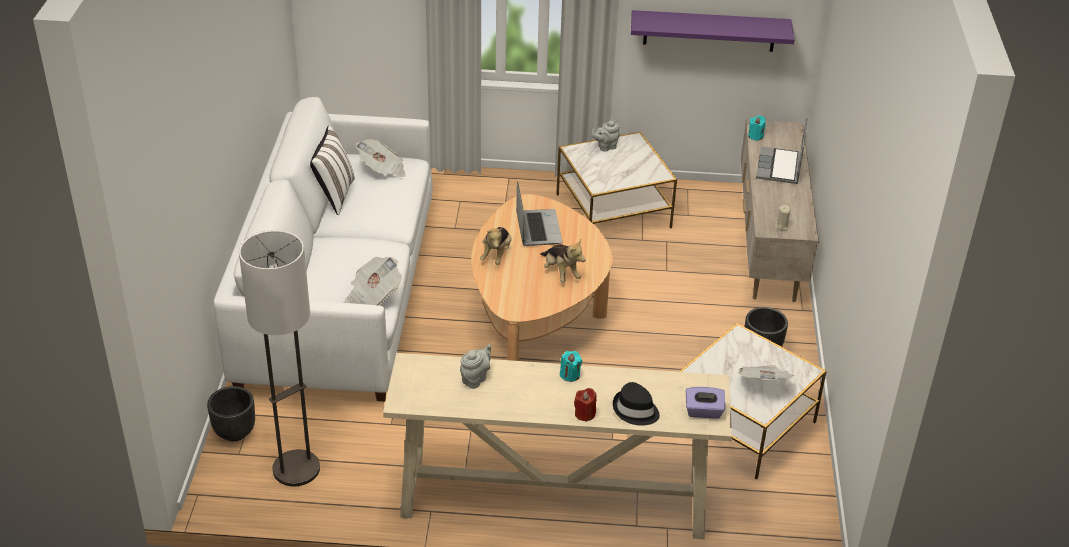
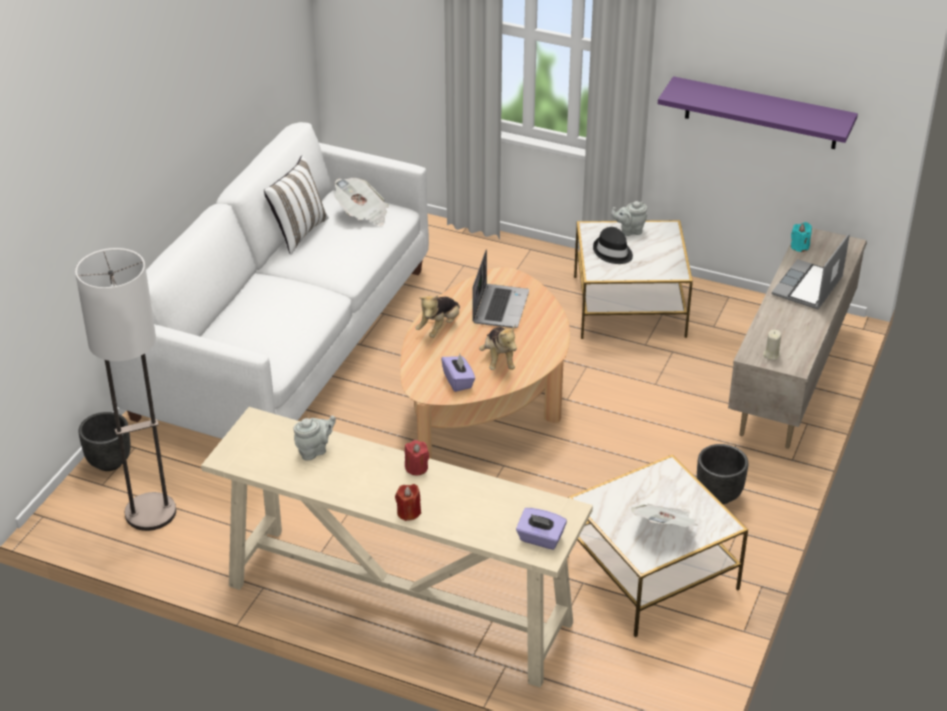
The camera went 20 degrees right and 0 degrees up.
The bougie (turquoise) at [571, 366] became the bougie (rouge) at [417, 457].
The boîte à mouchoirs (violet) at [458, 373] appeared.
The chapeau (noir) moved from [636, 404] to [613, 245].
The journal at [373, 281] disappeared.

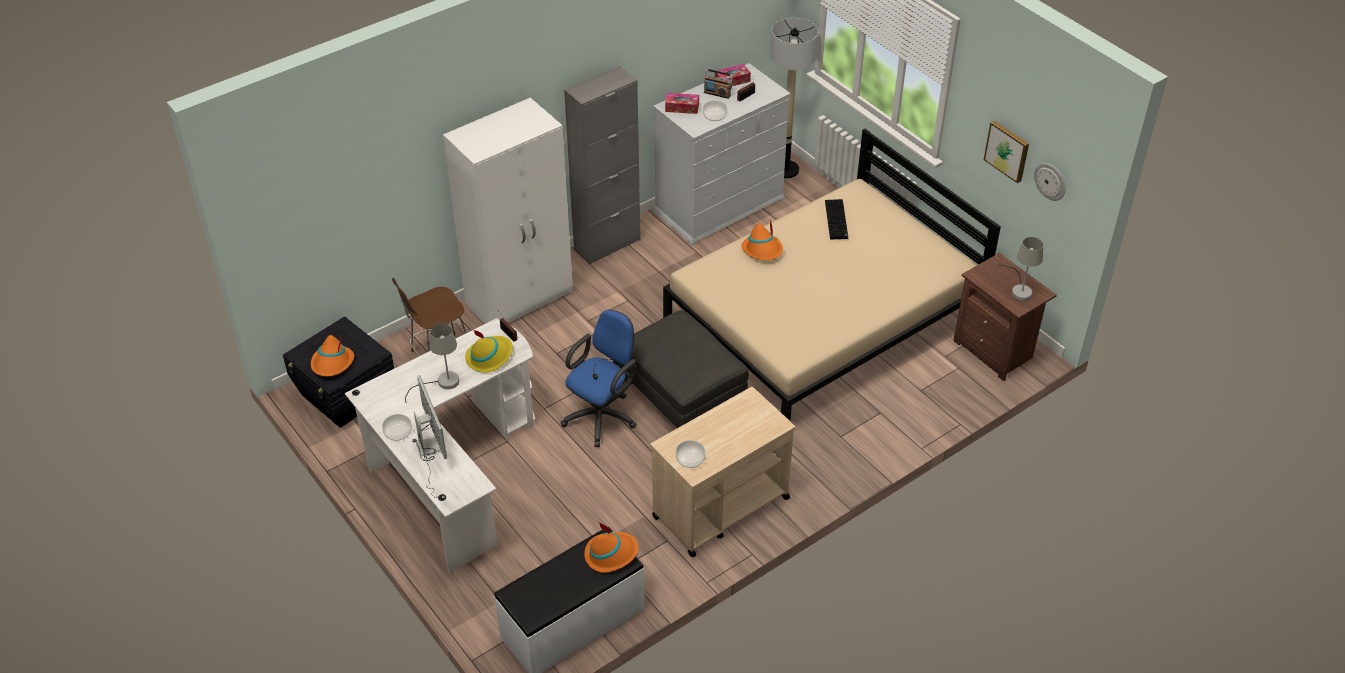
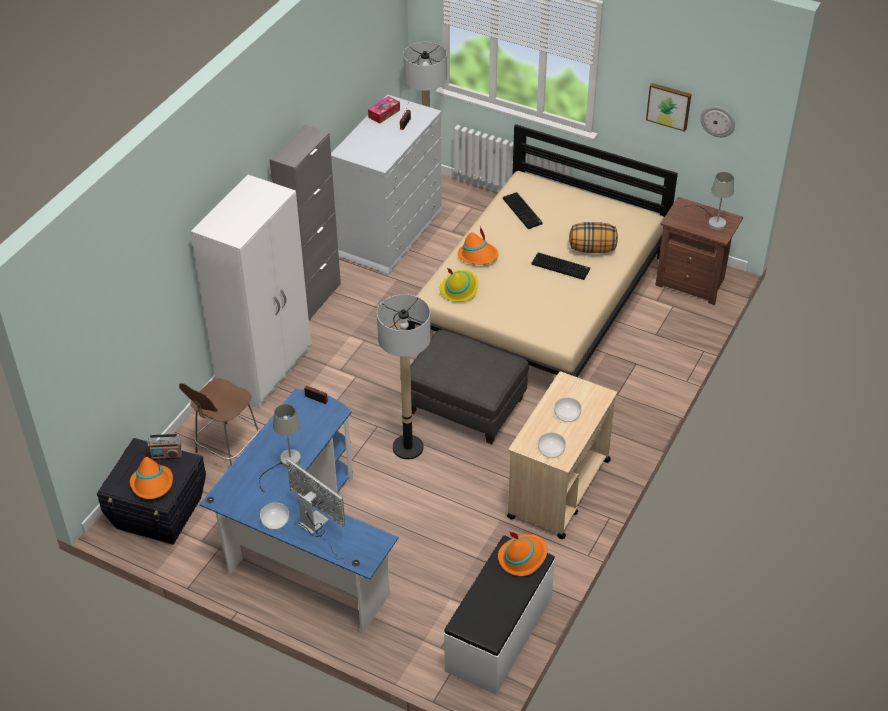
The camera went 25 degrees left and 0 degrees up.
The radio moved from [718, 84] to [164, 447].
The bureau (blanc) at [440, 445] became the bureau (bleu) at [299, 511].
The chaise de bureau (bleu) at [598, 378] was replaced by the lampadaire at [404, 376].
The chapeau (jaune) moved from [489, 351] to [459, 285].
The clavier at [561, 266] appeared.
The bol moved from [715, 111] to [568, 409].
The coussin at [593, 237] appeared.
The boîte à mouchoirs at [682, 103] disappeared.

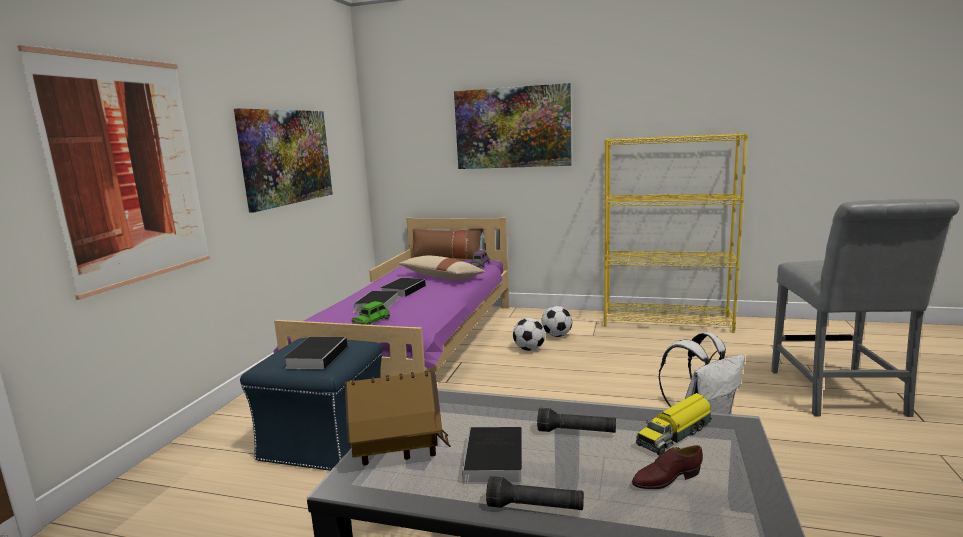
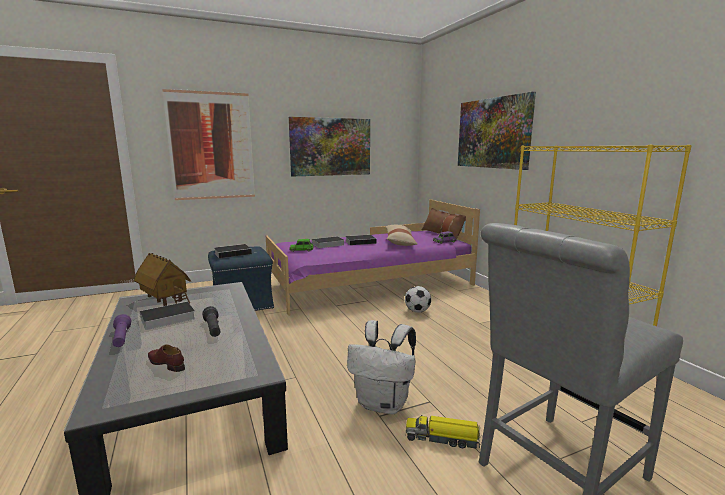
The camera went 50 degrees right and 0 degrees up.
The lampe de poche (noir) at [535, 493] became the lampe de poche (violet) at [121, 330].
The camion jouet moved from [674, 424] to [444, 431].
The ballon de foot at [556, 321] disappeared.

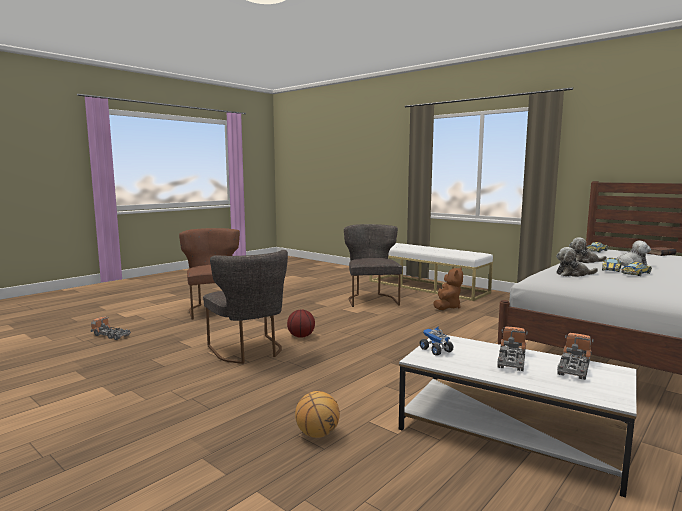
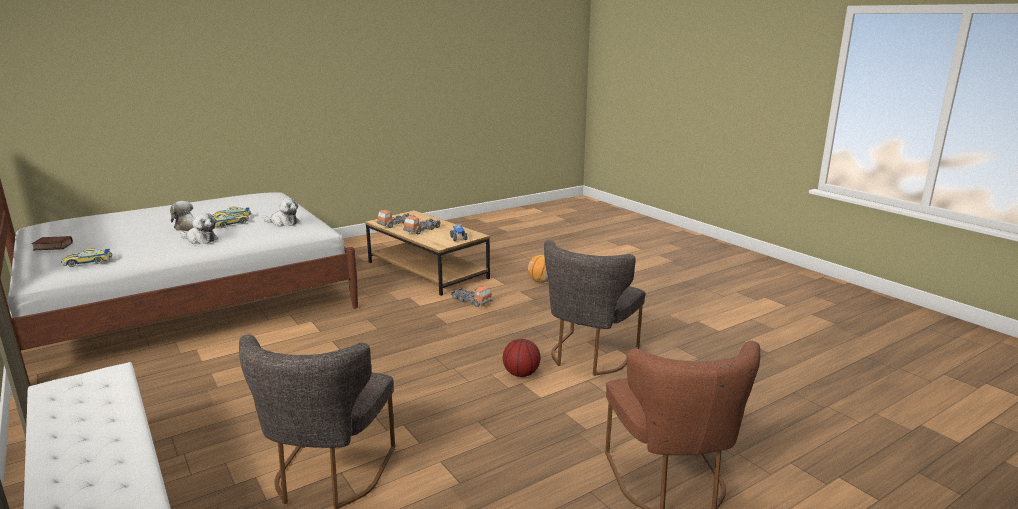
The camera went 165 degrees left and 10 degrees up.
The table basse (blanc) at [518, 416] became the table basse (marron) at [427, 253].
The camion jouet moved from [111, 328] to [472, 296].
The chaise (gris) at [245, 307] turned 135 degrees counterclockwise.
The peluche (marron) at [448, 288] disappeared.

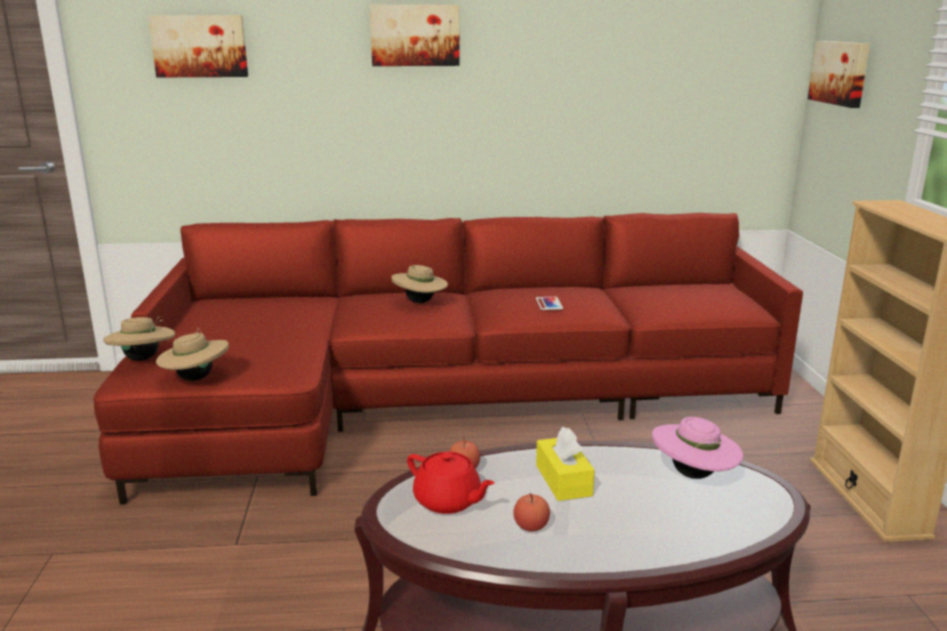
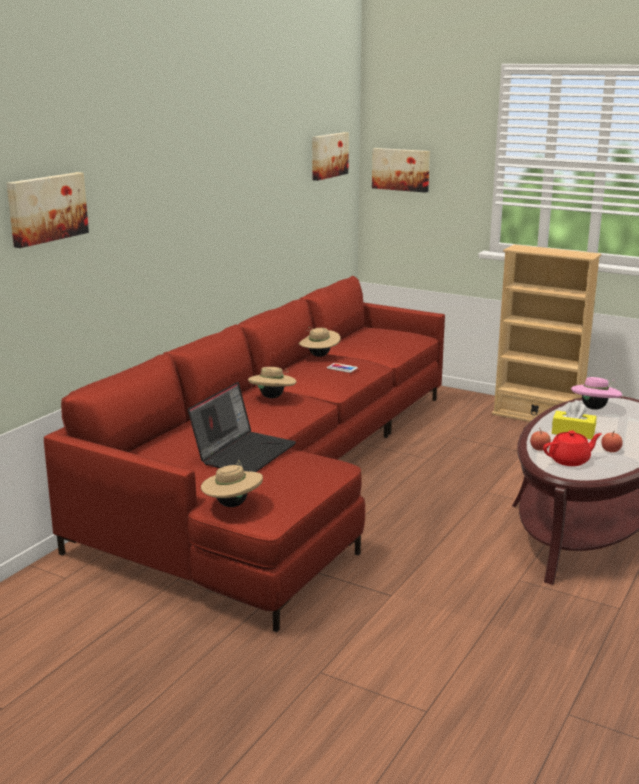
The camera went 55 degrees left and 0 degrees up.
The ordinateur portable at [242, 427] appeared.
The chapeau (beige) moved from [192, 354] to [319, 342].
The tableau moved from [415, 35] to [330, 156].

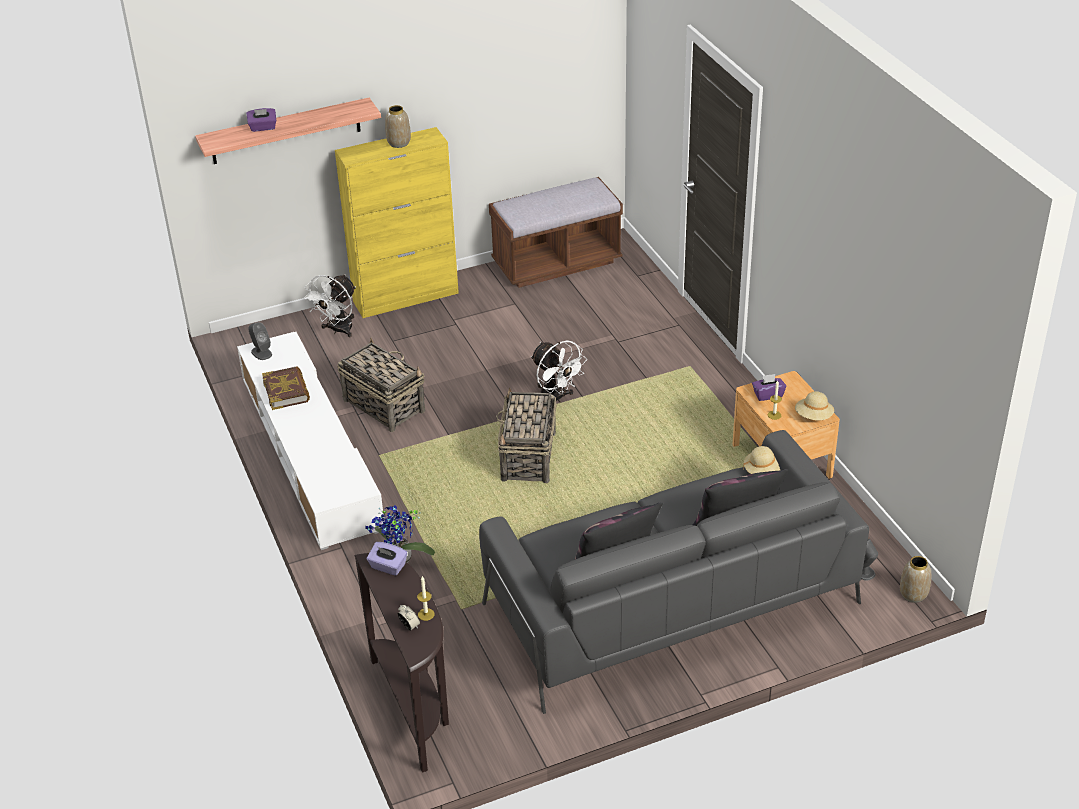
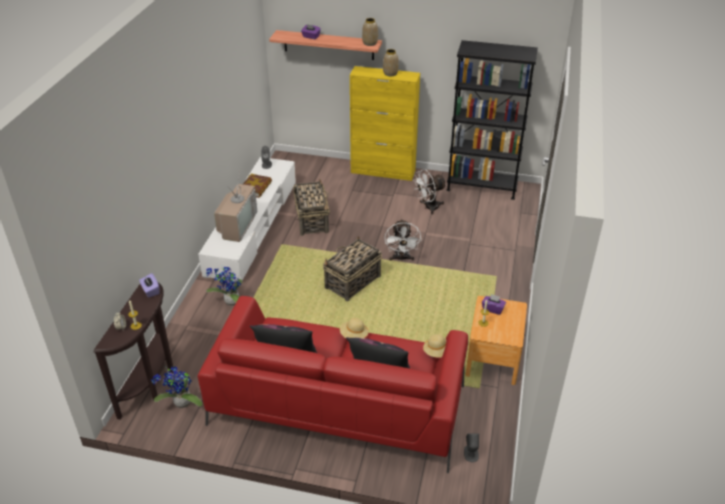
The camera went 35 degrees right and 0 degrees up.
The plante en pot at [177, 387] appeared.
The canapé (gris) at [674, 572] became the canapé (rouge) at [333, 384].
The téléviseur at [235, 206] appeared.
The chapeau (beige) moved from [814, 405] to [354, 328].
The vase moved from [915, 579] to [370, 32].
The ventilateur (blanc) moved from [329, 306] to [430, 191].
The banc (marron) at [556, 232] was replaced by the bibliothèque (noir) at [492, 120].

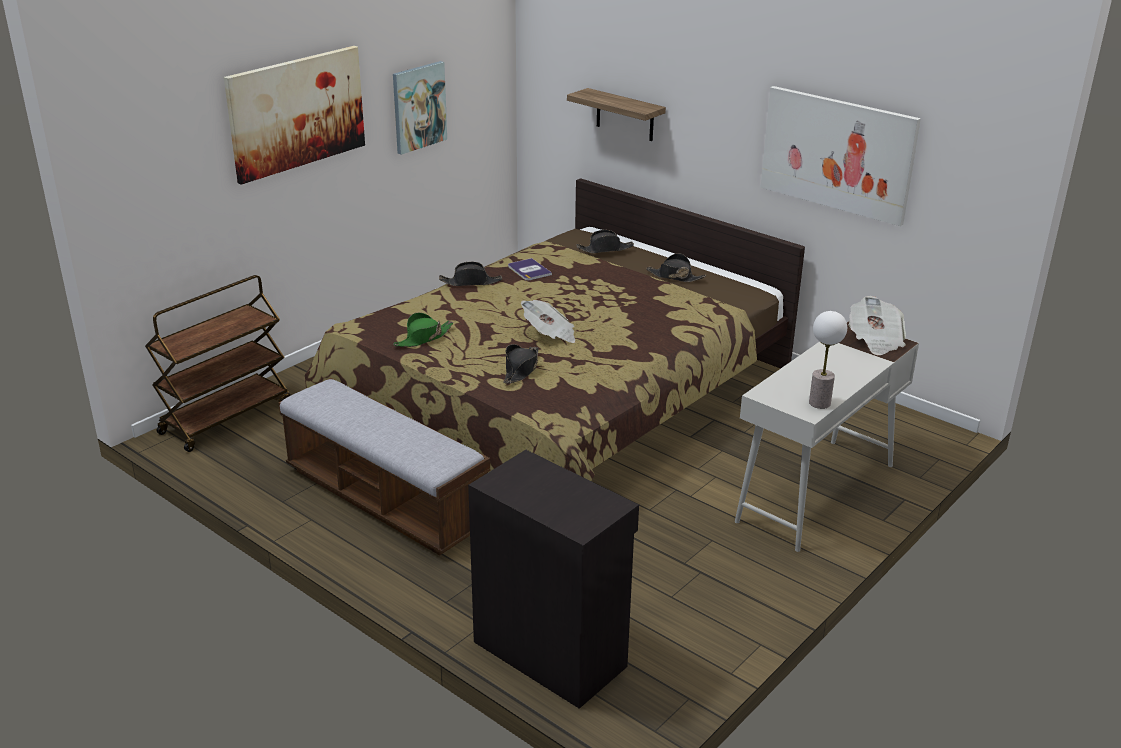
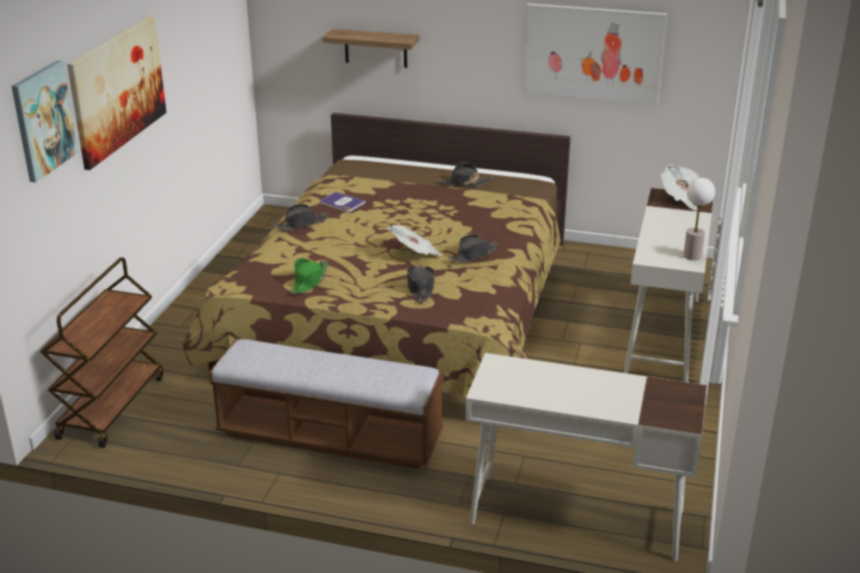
The camera went 25 degrees left and 0 degrees up.
The tableau moved from [420, 108] to [45, 121].
The chapeau (noir) moved from [605, 241] to [473, 248].
The meuble de rangement (noir) at [553, 579] was replaced by the bureau (blanc) at [586, 457].

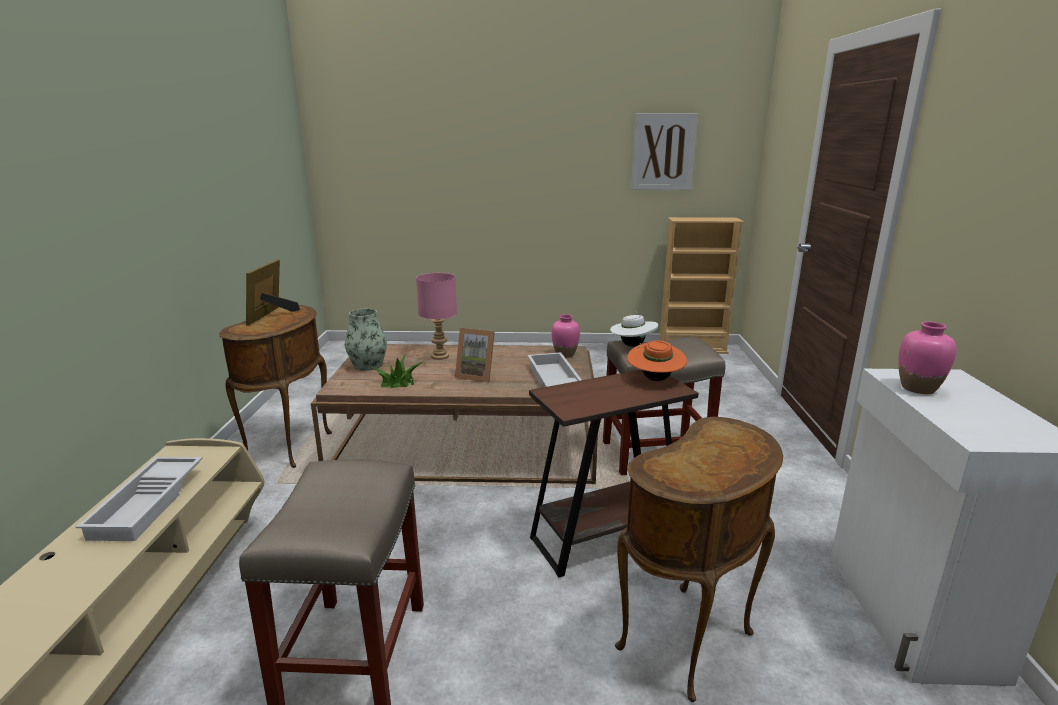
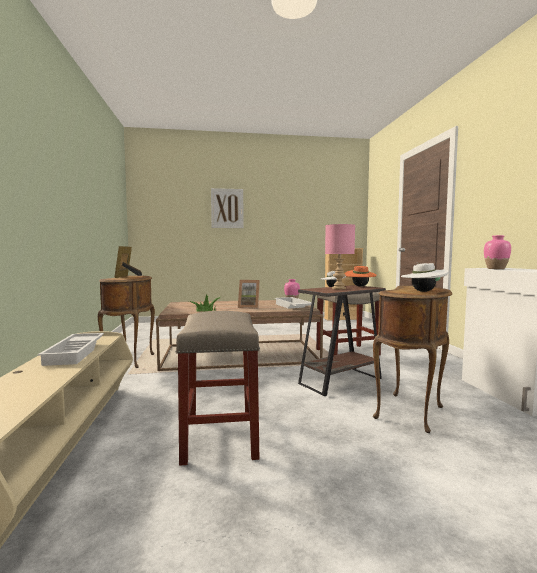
The camera went 10 degrees left and 15 degrees down.
The tableau moved from [664, 151] to [227, 208].
The lampe de table (rose) moved from [436, 316] to [340, 256].
The chapeau (blanc) at [424, 277] appeared.
The vase at [366, 340] disappeared.

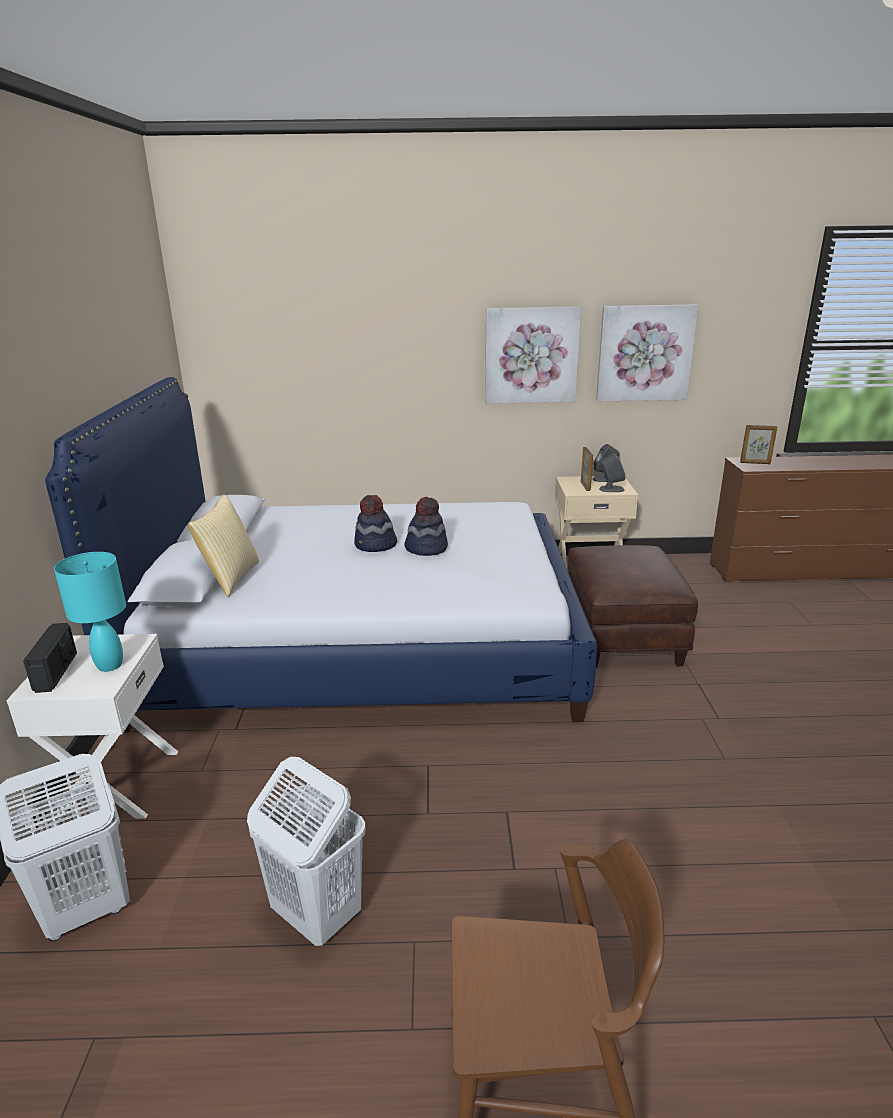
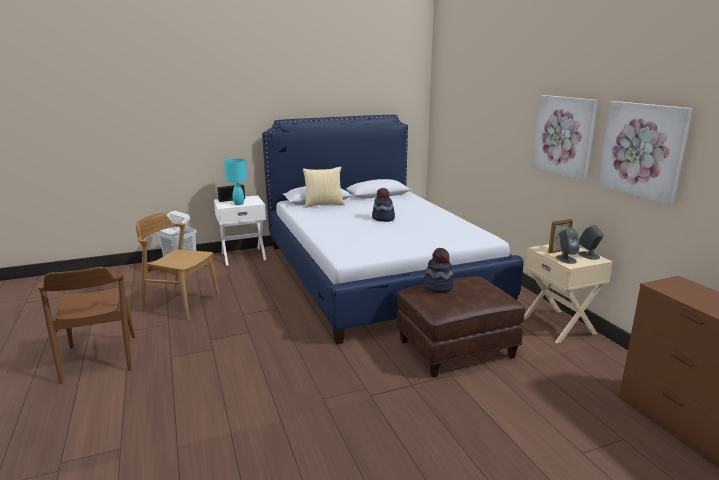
The camera went 70 degrees right and 5 degrees down.
The panier à linge (blanc) at [306, 851] was replaced by the chaise (marron) at [178, 266].
The chapeau moved from [426, 526] to [439, 270].
The cadre photo at [758, 444] disappeared.

